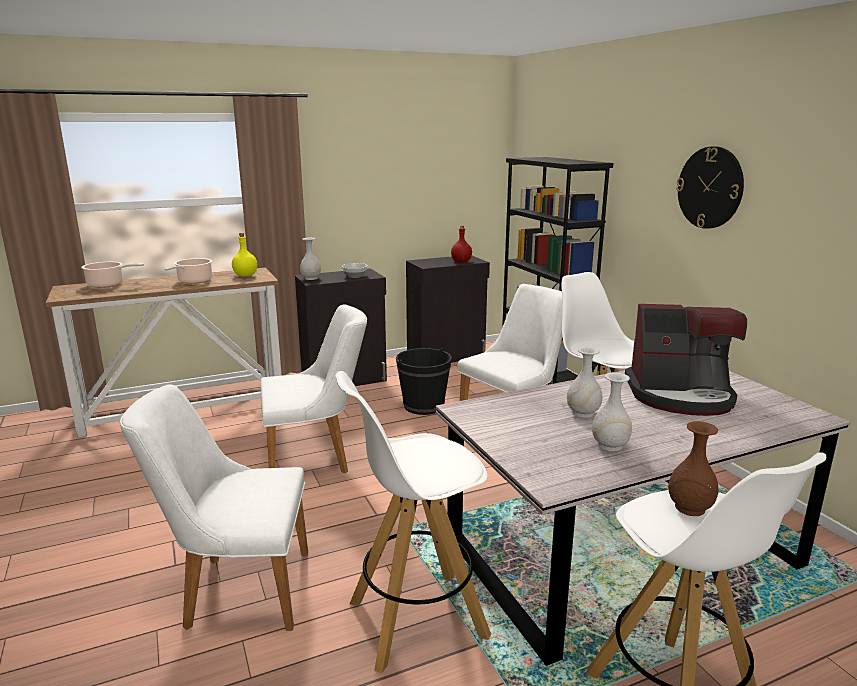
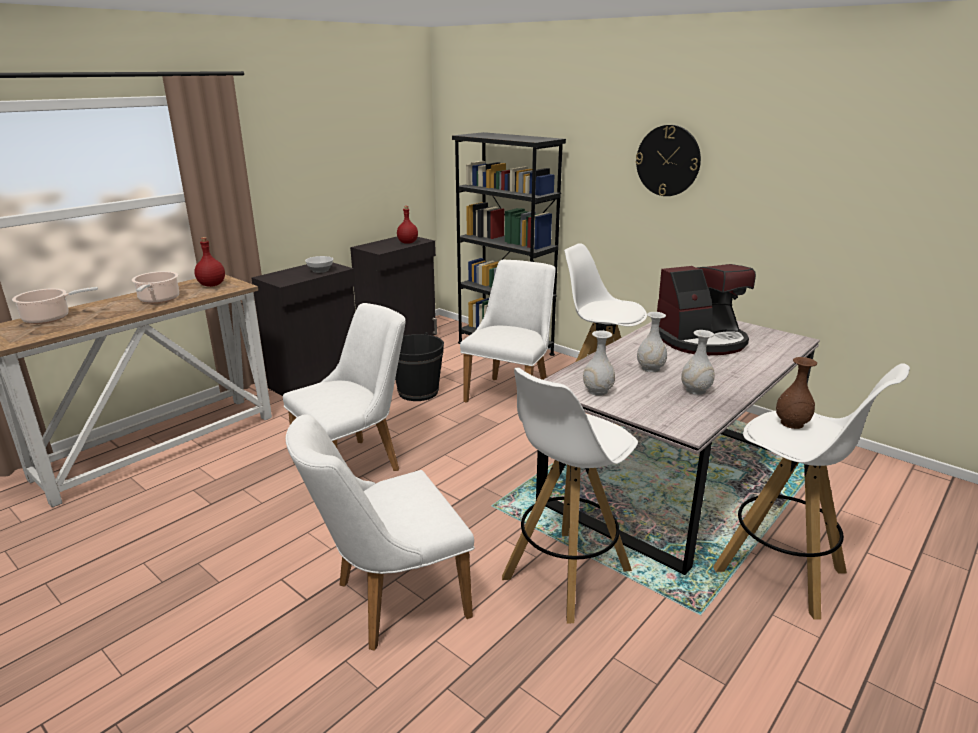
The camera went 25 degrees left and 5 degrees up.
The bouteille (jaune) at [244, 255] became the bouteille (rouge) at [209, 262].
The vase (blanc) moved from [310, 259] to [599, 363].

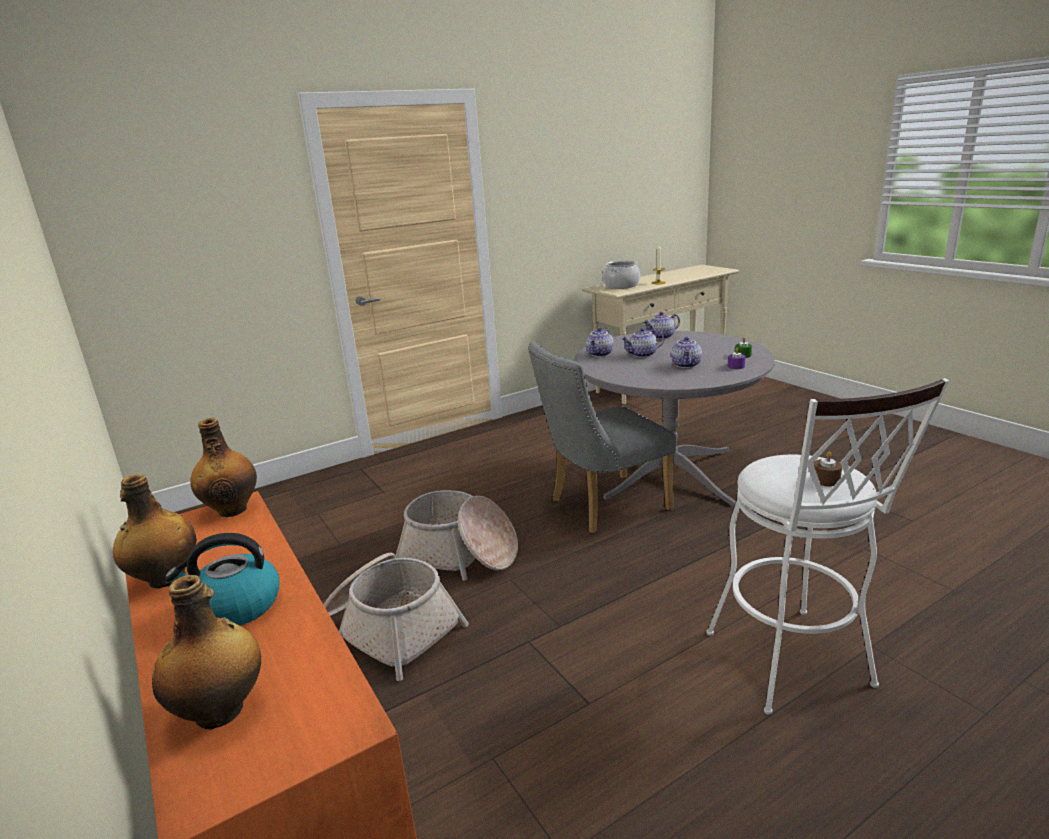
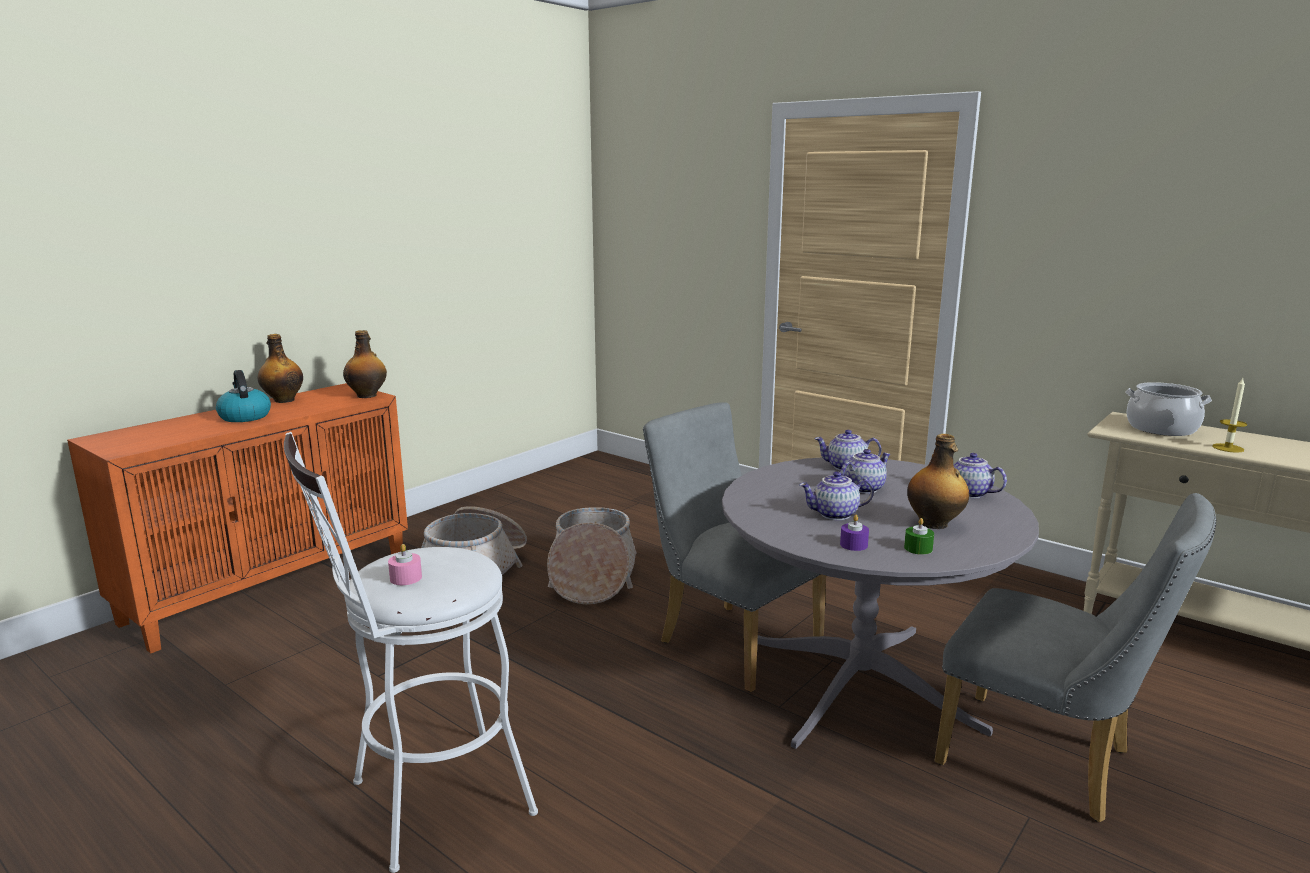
The camera went 70 degrees right and 5 degrees down.
The bougie (marron) at [827, 469] became the bougie (rose) at [405, 564].
The théière at [642, 343] turned 90 degrees clockwise.
The bouteille moved from [206, 652] to [938, 481].
The chaise (gris) at [1075, 657] appeared.

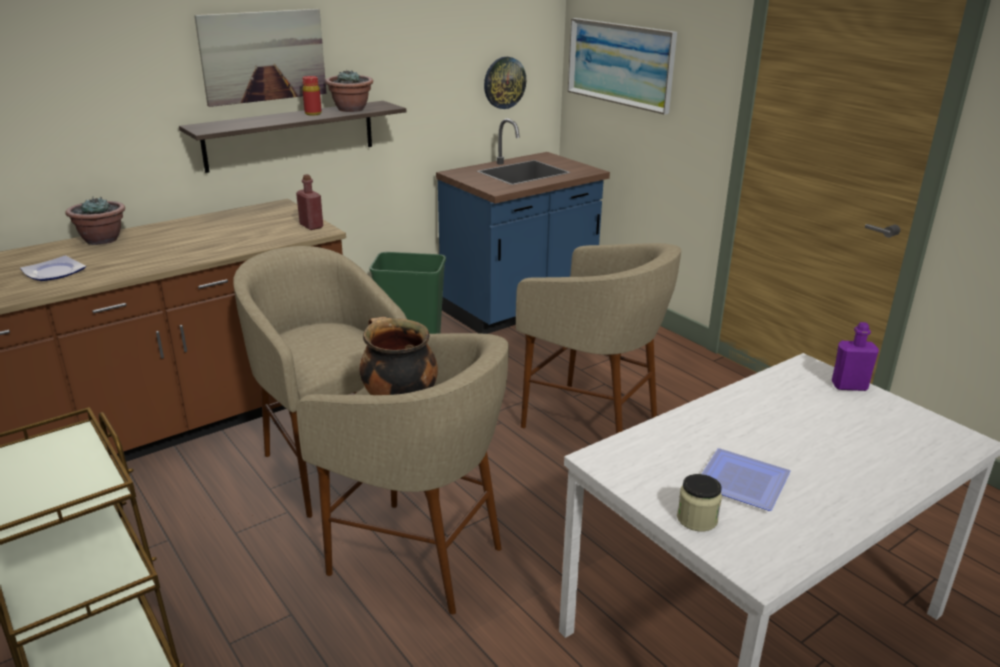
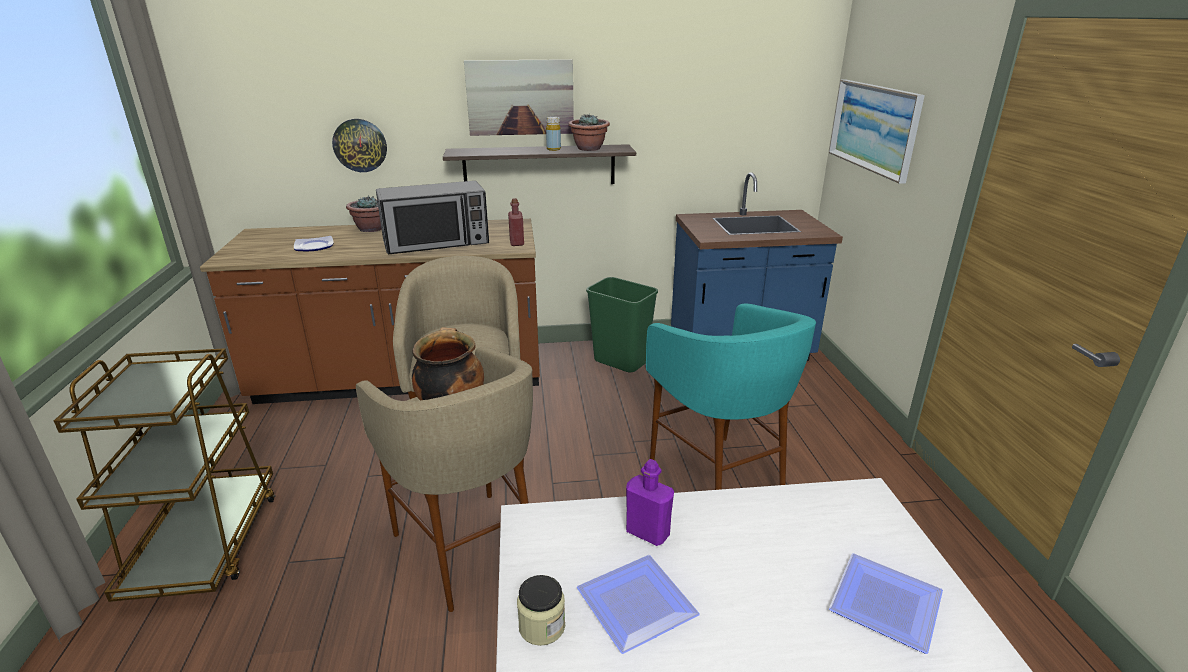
The camera went 30 degrees right and 0 degrees up.
The horloge murale moved from [505, 83] to [359, 145].
The micro-ondes at [432, 217] appeared.
The bouteille (rouge) at [312, 96] became the bouteille (jaune) at [553, 134].
The bouteille (violet) moved from [855, 356] to [650, 502].
The tabouret (beige) at [598, 338] became the tabouret (turquoise) at [731, 397].
The assiette at [886, 603] appeared.

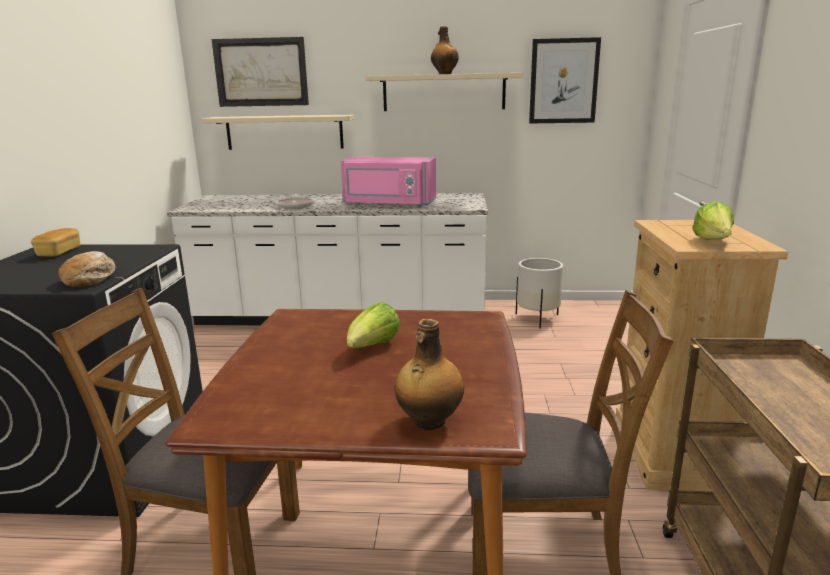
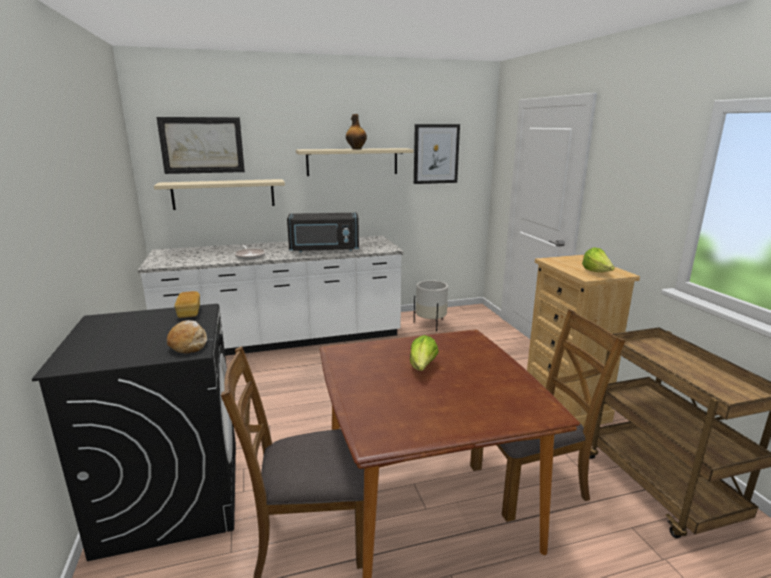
The camera went 20 degrees left and 0 degrees up.
The pain moved from [55, 242] to [187, 304].
The micro-ondes (rose) at [388, 182] became the micro-ondes (noir) at [323, 232].
The bouteille at [429, 374] disappeared.

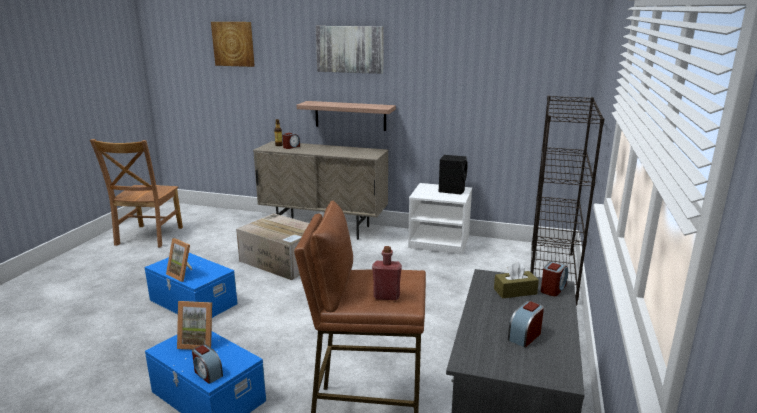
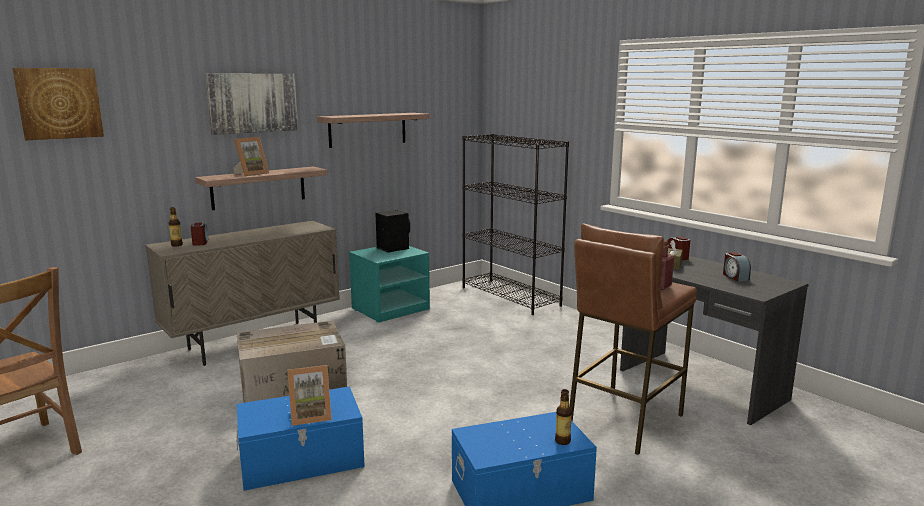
The camera went 55 degrees left and 5 degrees down.
The cadre photo moved from [194, 325] to [251, 156].
The étagère at [373, 130] appeared.
The table de chevet (blanc) at [440, 219] became the table de chevet (turquoise) at [389, 284].
The réveil at [207, 364] was replaced by the bouteille at [563, 417].

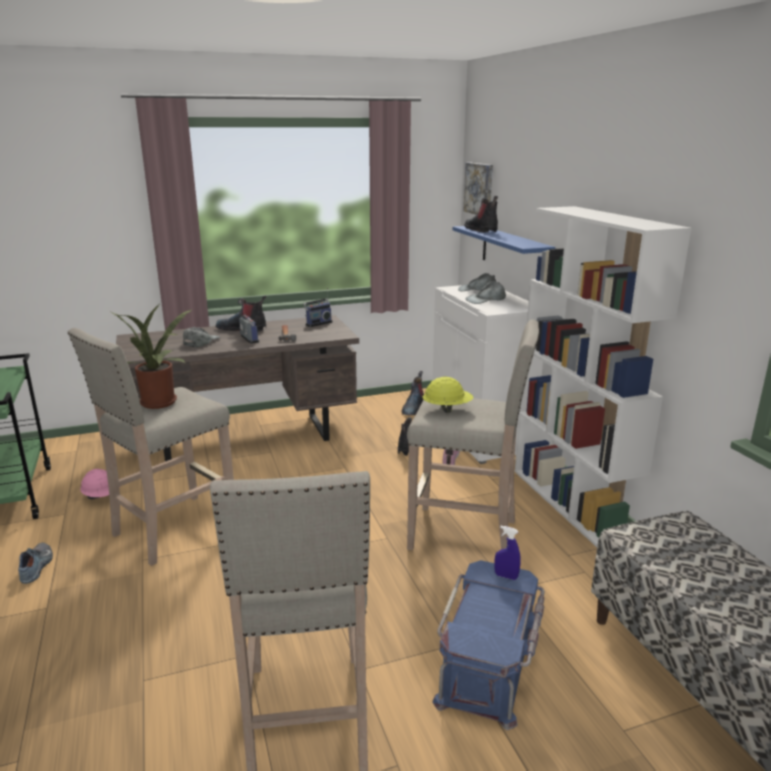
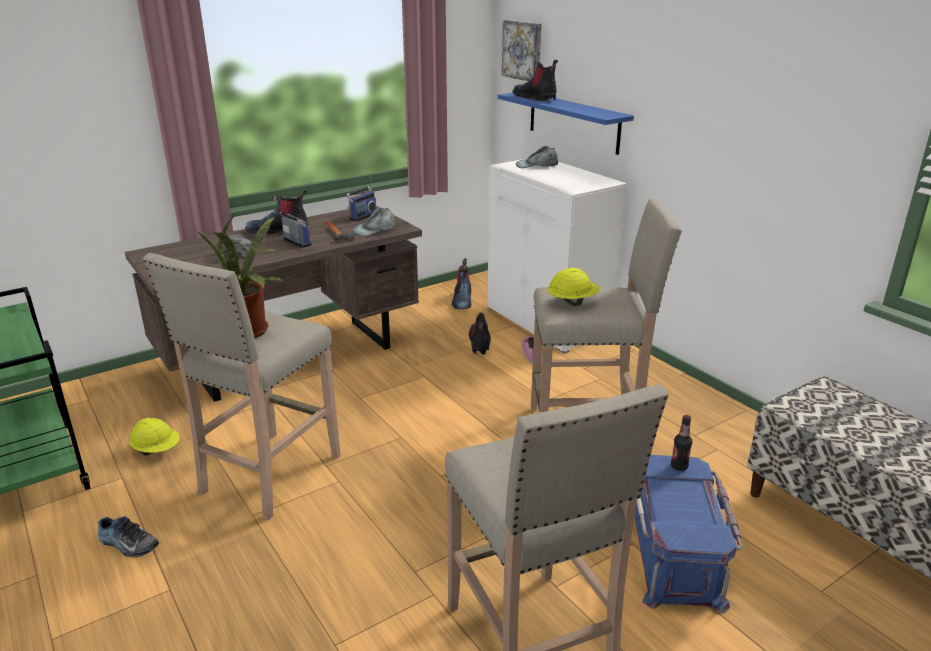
The camera went 15 degrees left and 5 degrees up.
The chaussure at [35, 563] turned 135 degrees clockwise.
The casque de chantier (rose) at [100, 483] became the casque de chantier (jaune) at [154, 437].
The casquette (gris) moved from [486, 292] to [374, 222].
The vaporisateur (bleu) at [507, 553] was replaced by the bouteille at [681, 443].
The bibliothèque (blanc) at [603, 376] disappeared.

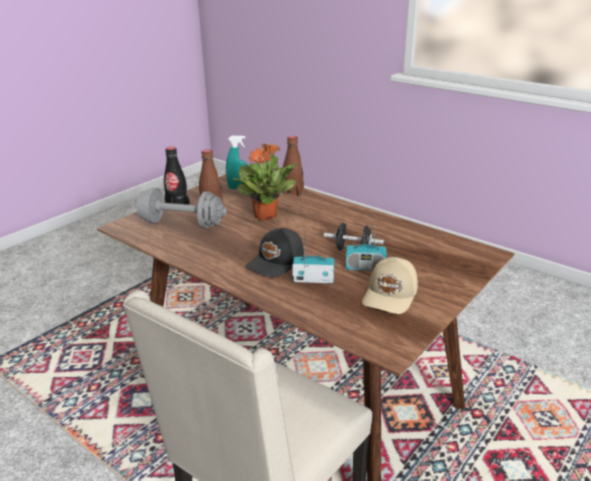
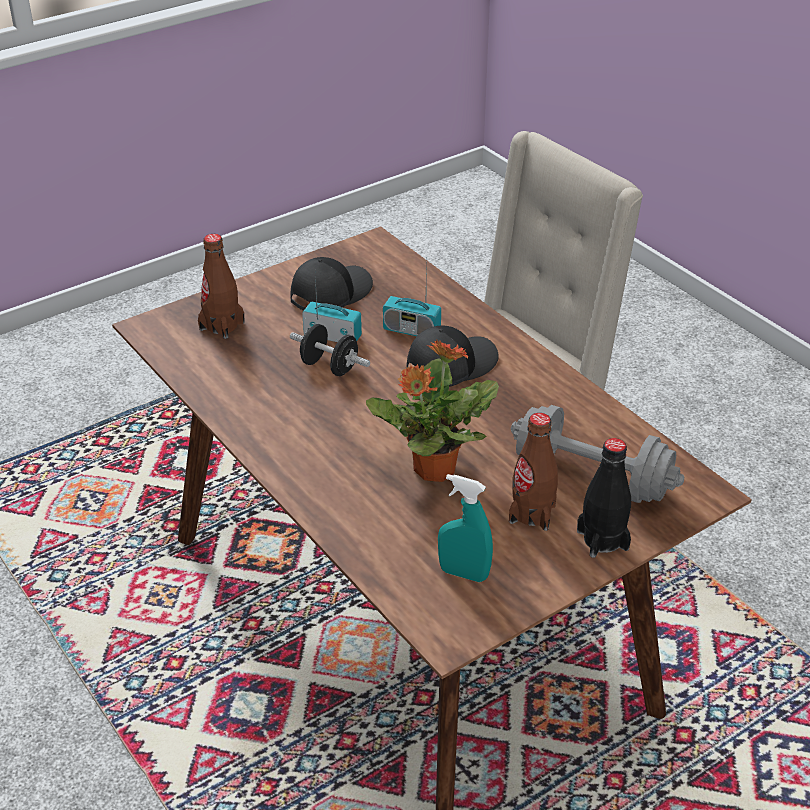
The camera went 165 degrees left and 10 degrees up.
The bouteille (marron) moved from [293, 166] to [221, 286].
The casquette (beige) at [390, 285] became the casquette (noir) at [331, 284].

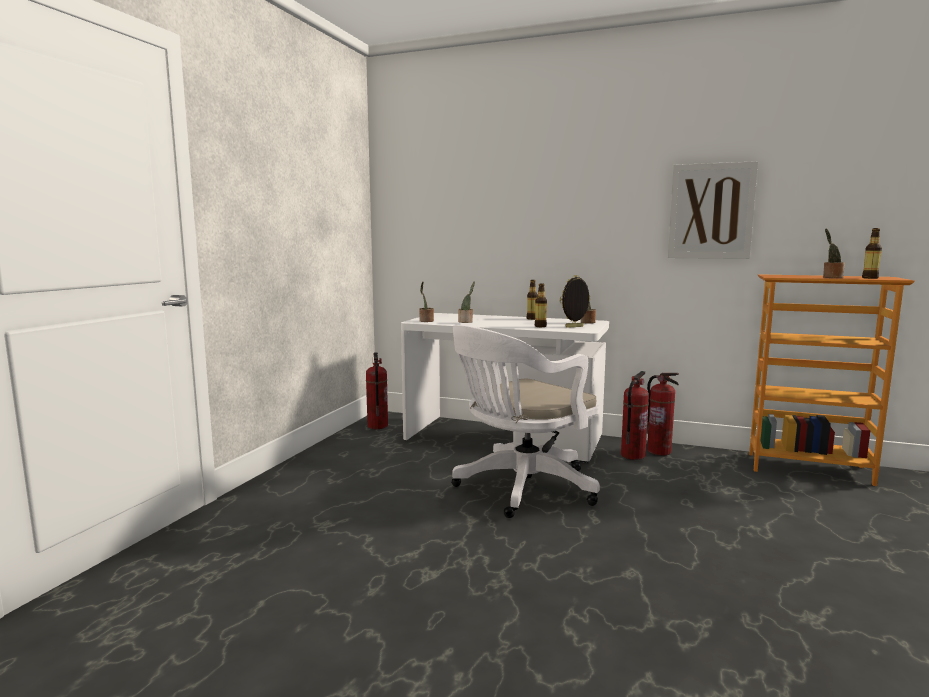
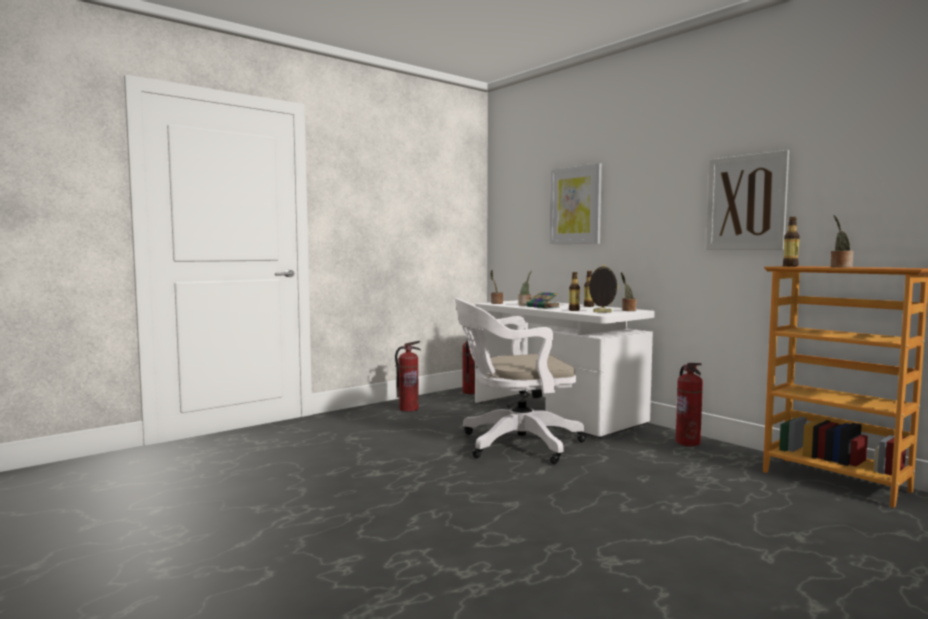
The camera went 30 degrees right and 5 degrees down.
The extincteur moved from [635, 415] to [408, 376].
The livre at [543, 300] appeared.
The tableau at [576, 203] appeared.
The bouteille moved from [872, 253] to [791, 242].

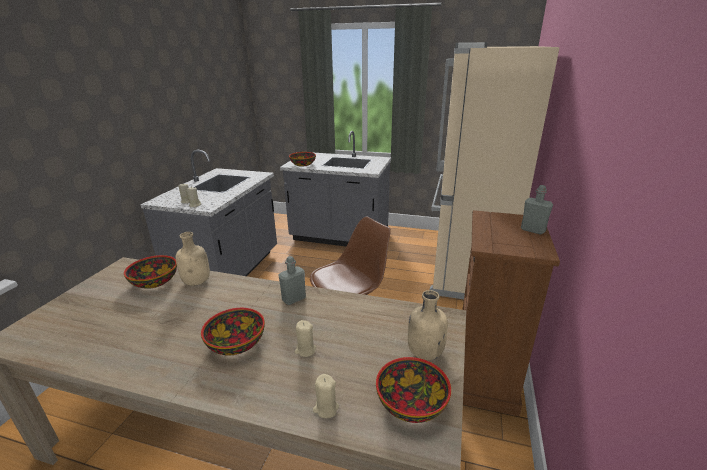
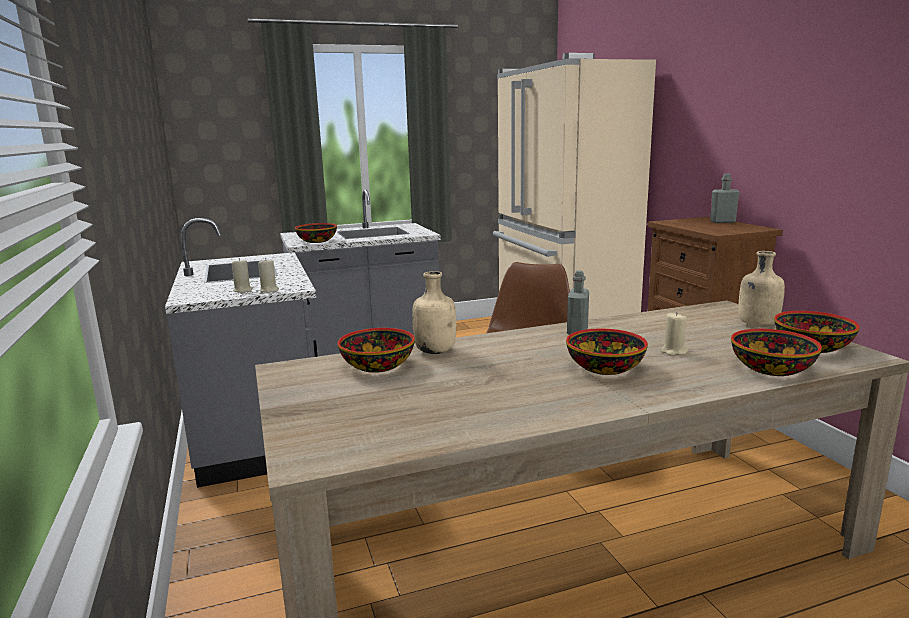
The camera went 35 degrees left and 10 degrees down.
The bougie (beige) at [326, 396] was replaced by the bol at [776, 352].

